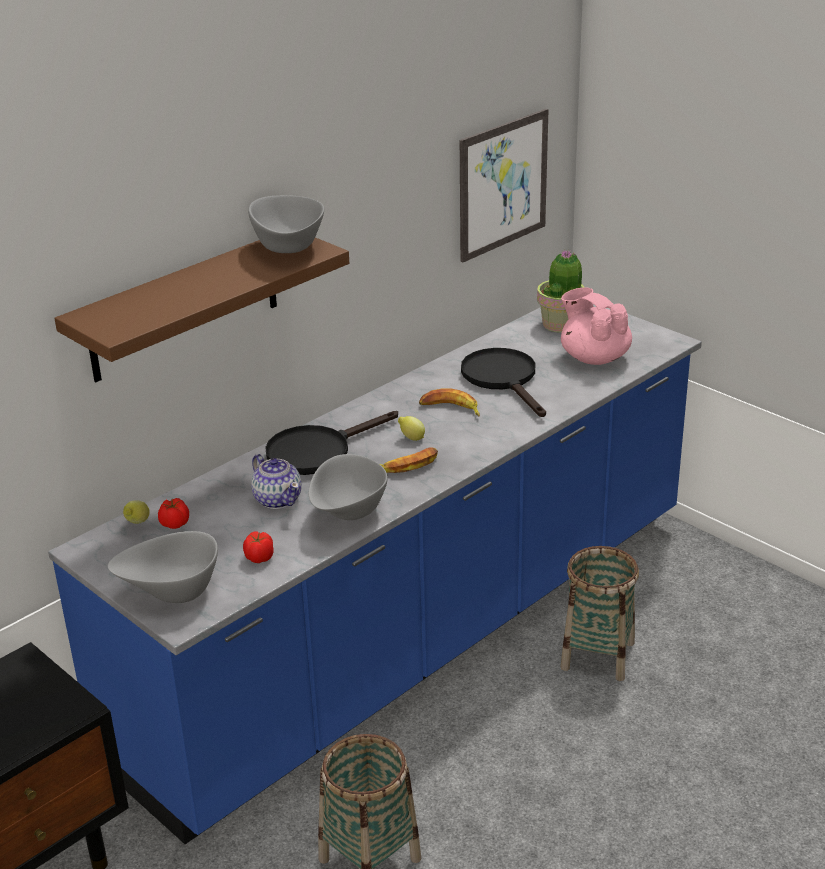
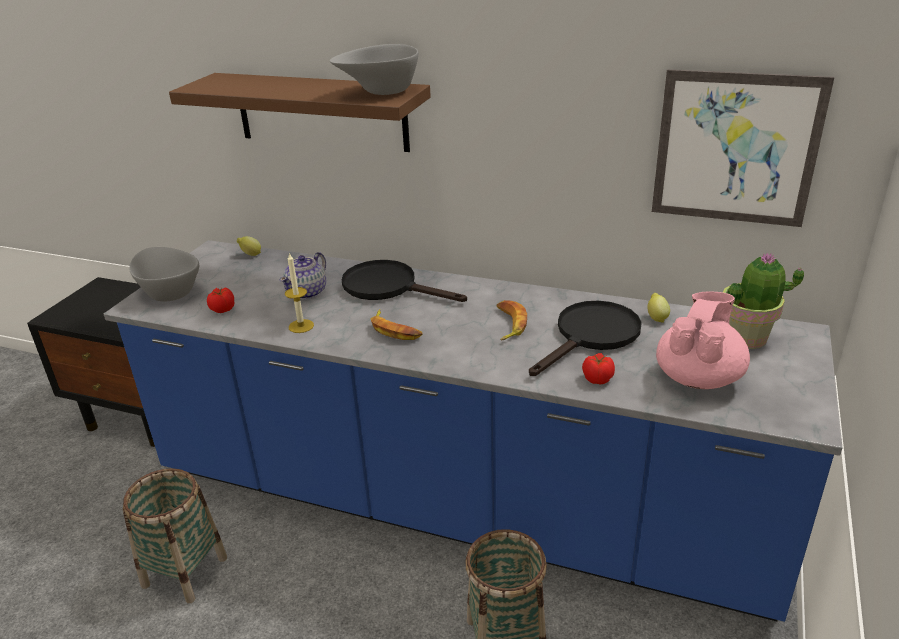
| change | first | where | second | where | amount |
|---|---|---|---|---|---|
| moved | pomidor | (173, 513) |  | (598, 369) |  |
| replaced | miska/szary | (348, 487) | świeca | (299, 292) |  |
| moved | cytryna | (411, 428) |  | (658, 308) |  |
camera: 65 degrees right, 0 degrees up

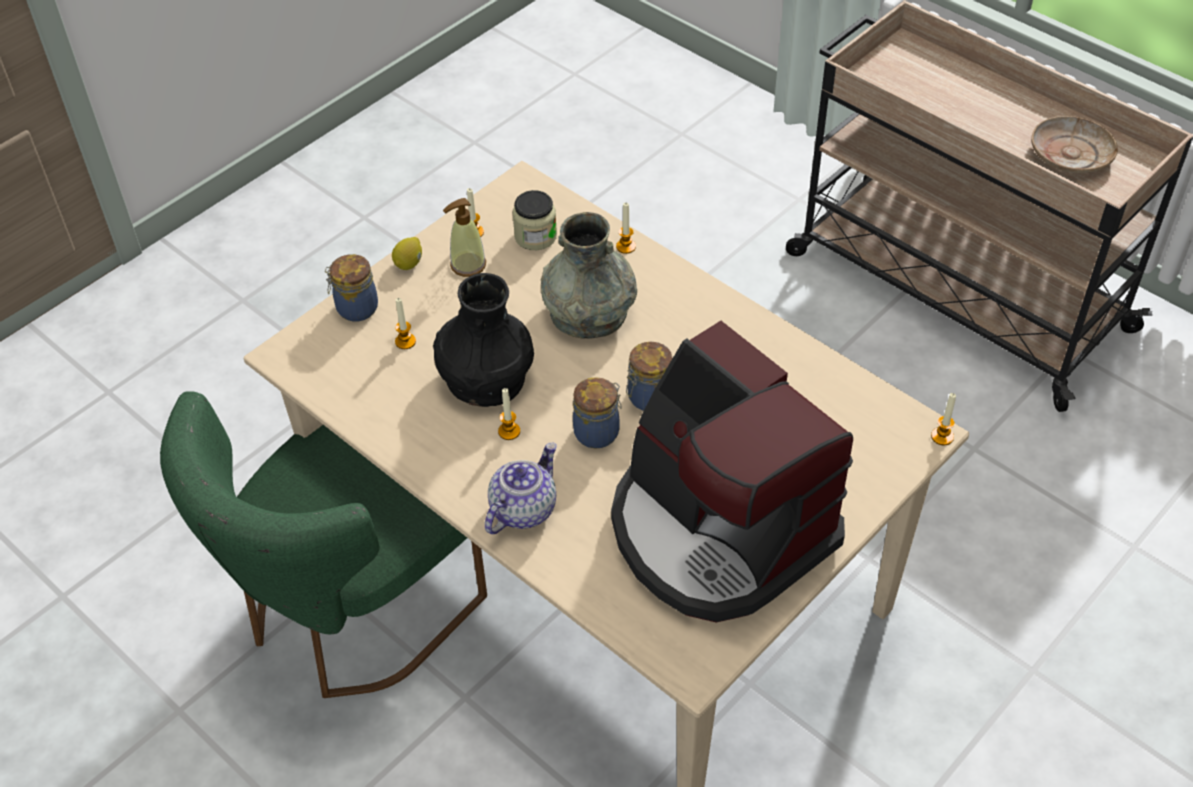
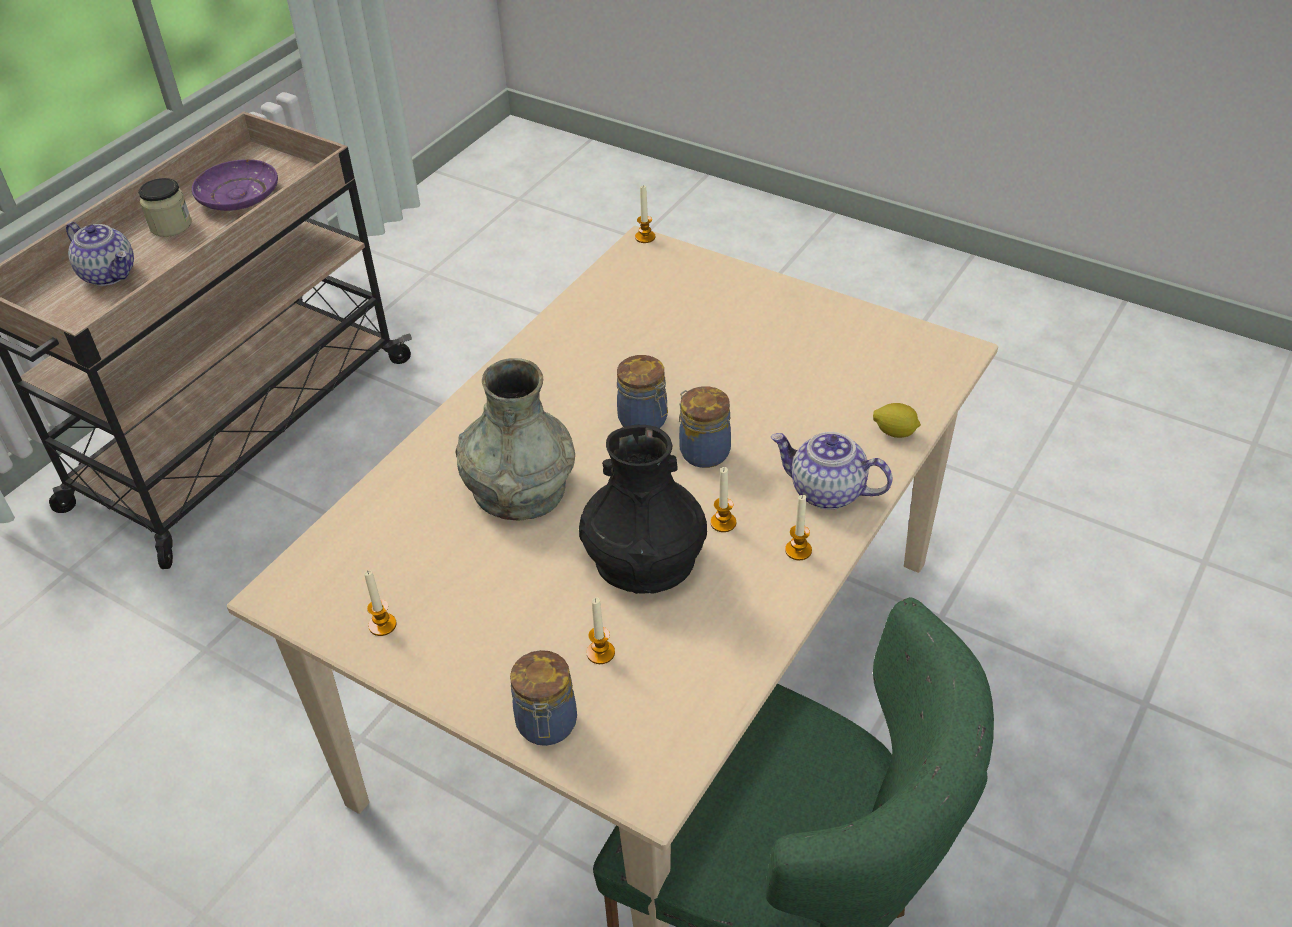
| change | first | where | second | where | amount |
|---|---|---|---|---|---|
| moved | cytryna | (407, 253) |  | (897, 420) |  |
| removed | dozownik mydła | (464, 237) |  |  |  |
| moved | słoik | (534, 220) |  | (165, 207) |  |
| removed | ekspres do kawy | (732, 472) |  |  |  |
| moved | świeca | (626, 228) |  | (798, 527) |  |
| recoloured | talerz/beżowy | (1074, 145) | talerz/fioletowy | (235, 185) |  |
| added |  |  | imbryk | (100, 254) |  |
camera: 100 degrees left, 5 degrees down

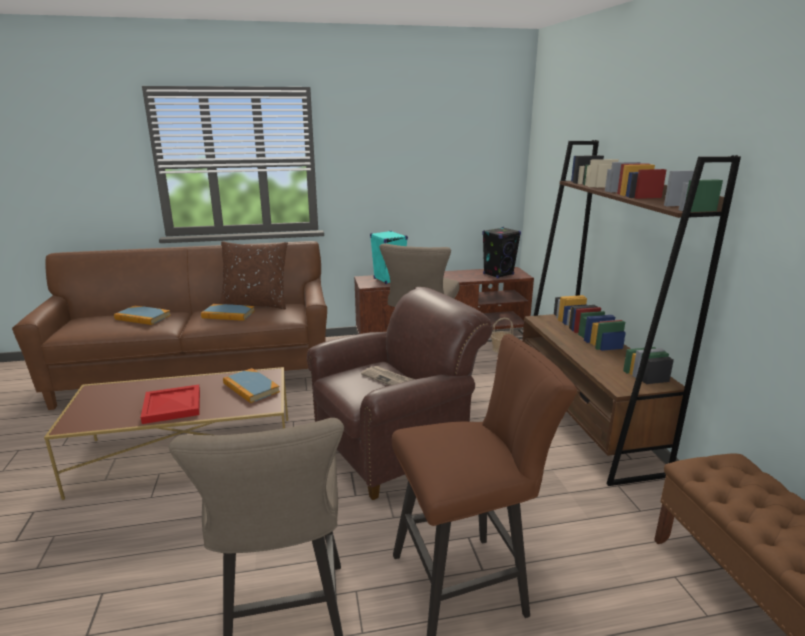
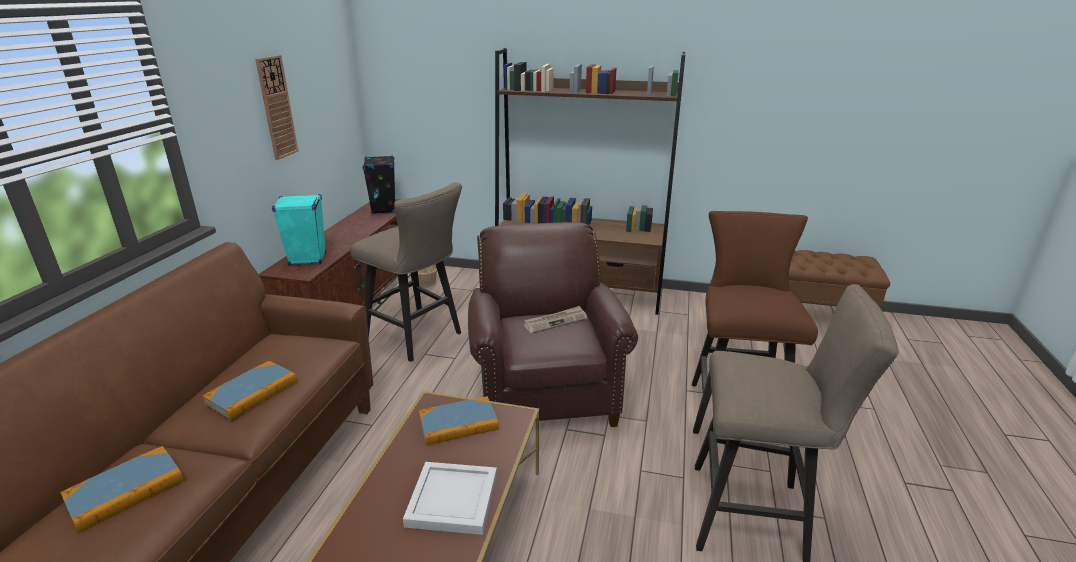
| change | first | where | second | where | amount |
|---|---|---|---|---|---|
| recoloured | taca/czerwony | (170, 404) | taca/biały | (450, 498) |  |
| removed | poduszka/brązowy | (253, 275) |  |  |  |
| added |  |  | zegar ścienny | (276, 107) |  |
camera: 65 degrees left, 5 degrees up

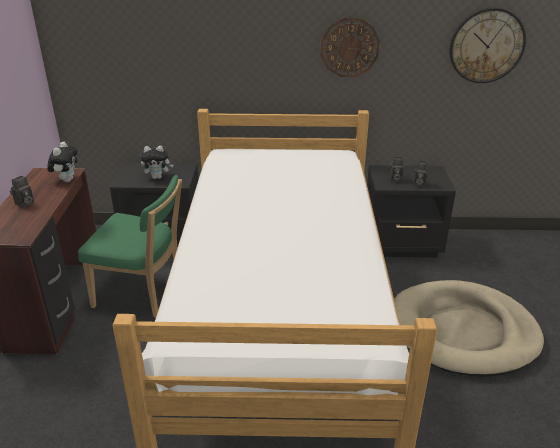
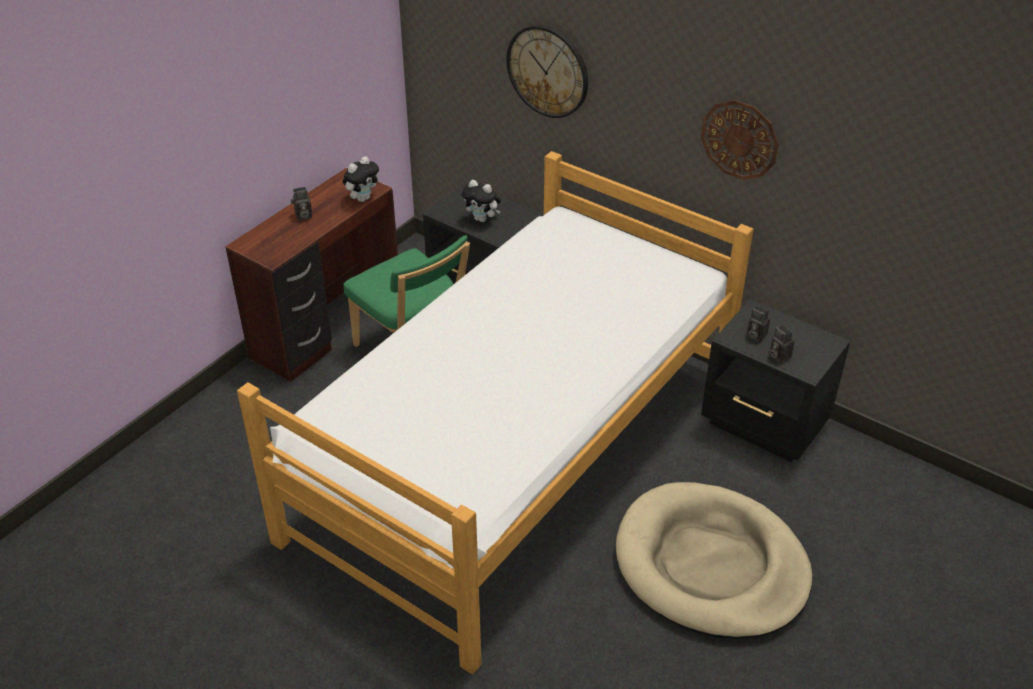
| change | first | where | second | where | amount |
|---|---|---|---|---|---|
| moved | zegar ścienny | (487, 45) |  | (547, 71) |  |
camera: 35 degrees right, 10 degrees up

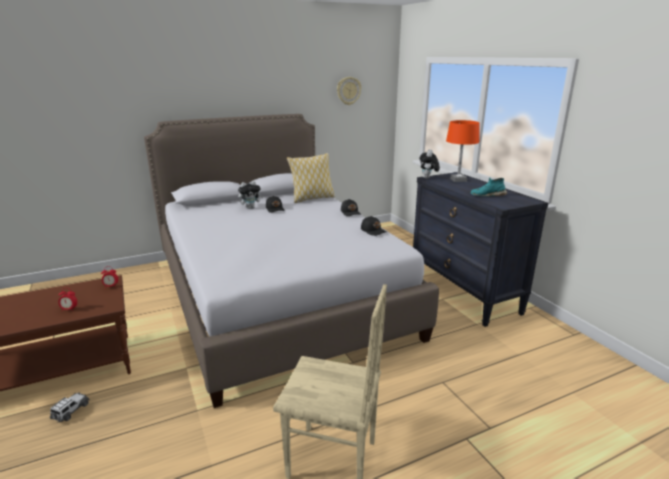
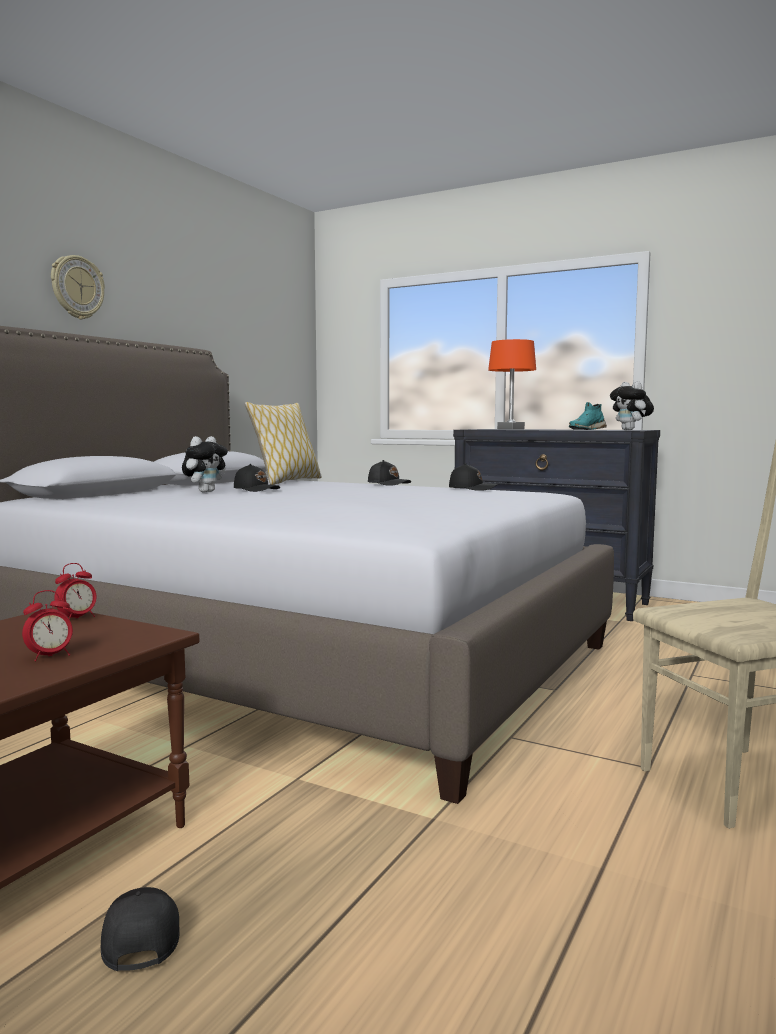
| change | first | where | second | where | amount |
|---|---|---|---|---|---|
| replaced | samochodzik | (70, 407) | czapka z daszkiem/czarny | (140, 929) |  |
| moved | zegar ścienny | (349, 91) |  | (78, 287) |  |
| moved | pluszak | (429, 164) |  | (632, 405) |  |
camera: 35 degrees left, 15 degrees down

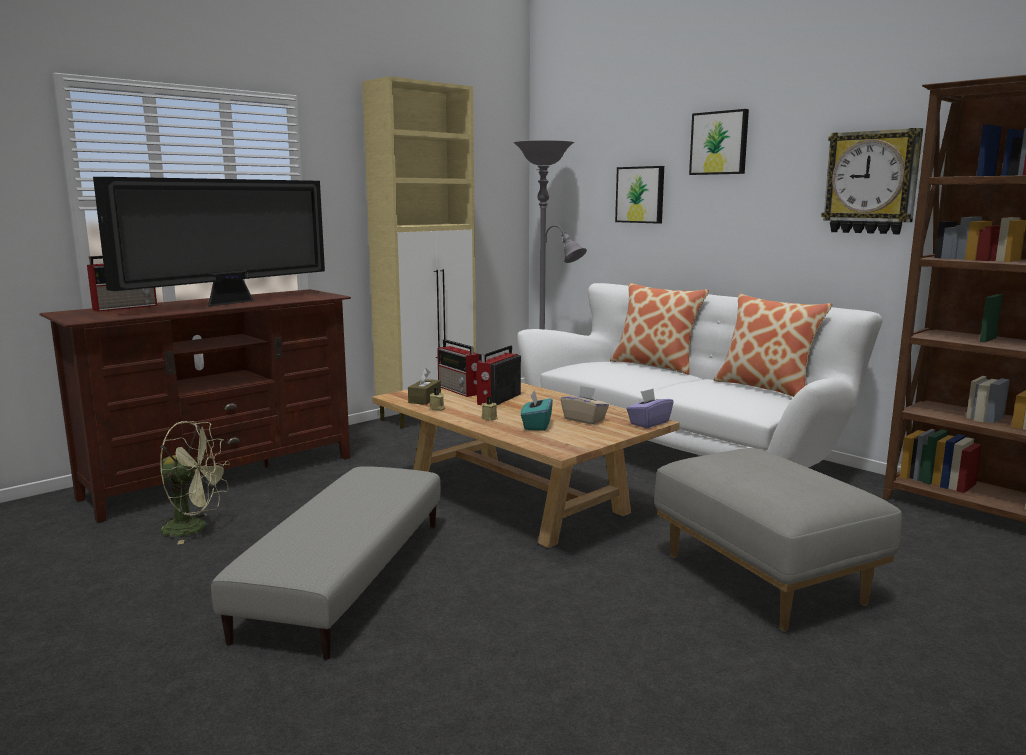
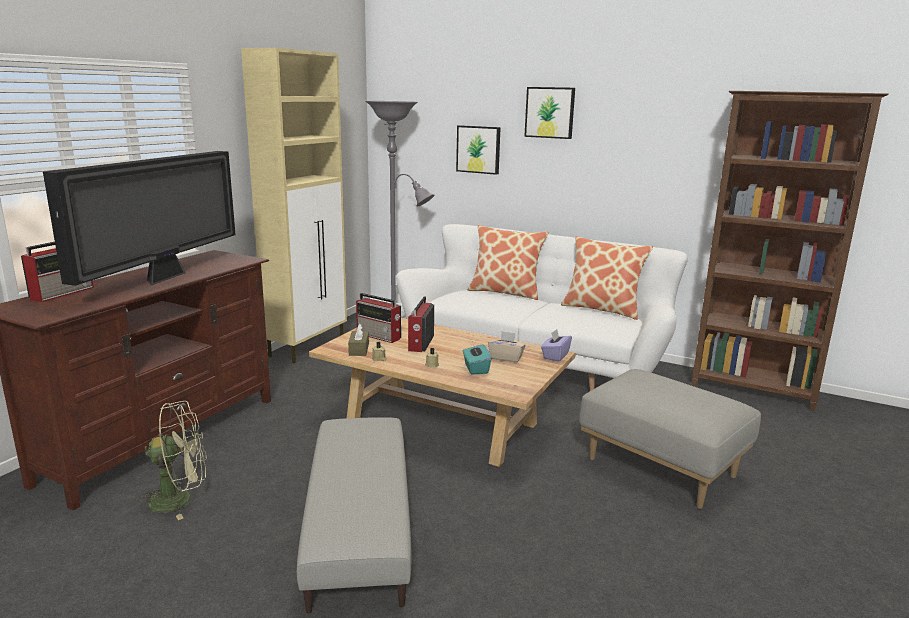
| change | first | where | second | where | amount |
|---|---|---|---|---|---|
| removed | zegar ścienny | (872, 181) |  |  |  |
camera: 20 degrees left, 5 degrees up

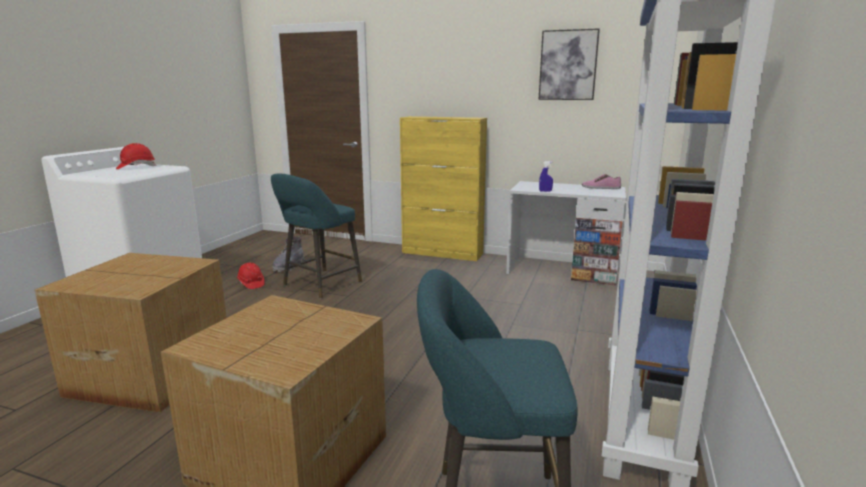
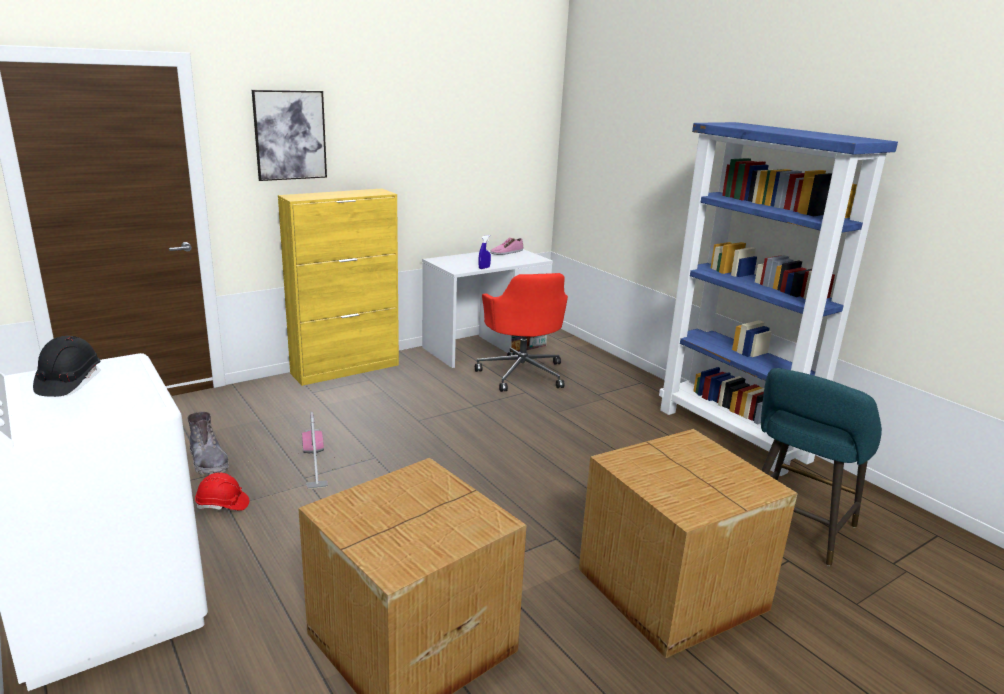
| change | first | where | second | where | amount |
|---|---|---|---|---|---|
| recoloured | kask/czerwony | (136, 156) | kask/czarny | (66, 366) |  |
| replaced | stołek/turkusowy | (316, 236) | odkurzacz | (315, 450) |  |
| moved | obraz | (569, 64) |  | (289, 135) |  |
| added |  |  | krzesło biurowe/czerwony | (521, 332) |  |
camera: 55 degrees left, 5 degrees up

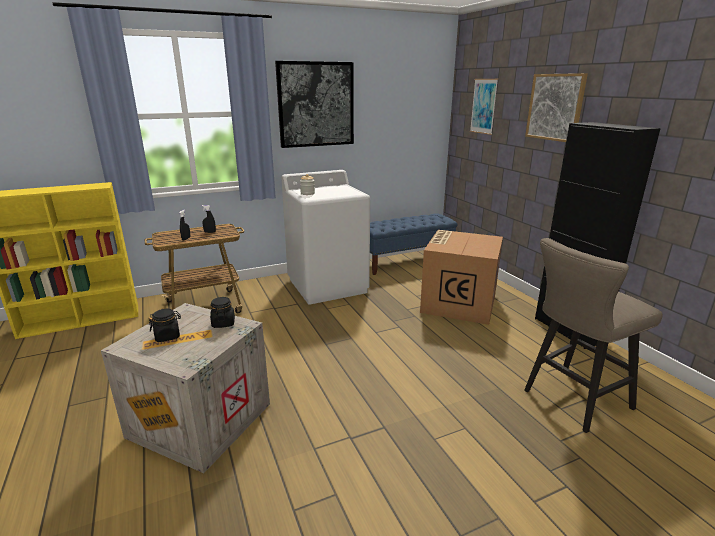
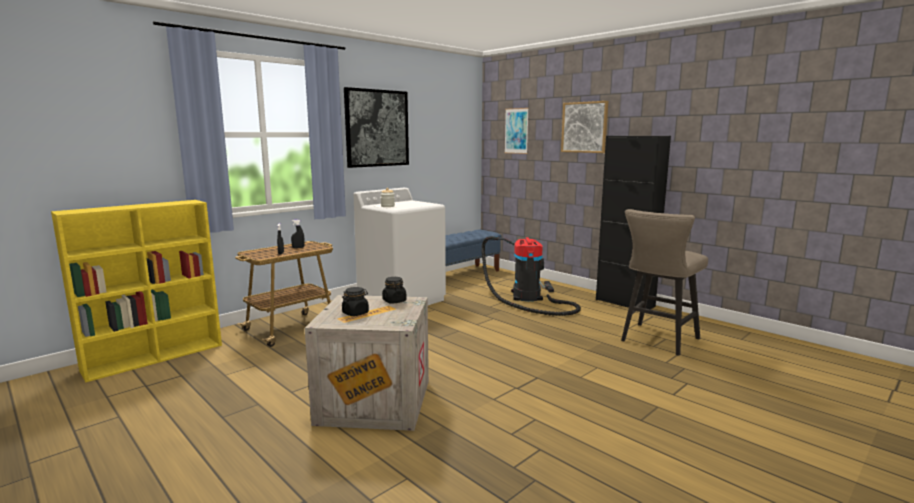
| change | first | where | second | where | amount |
|---|---|---|---|---|---|
| replaced | karton | (461, 277) | odkurzacz | (531, 276) |  |
camera: 20 degrees left, 10 degrees down

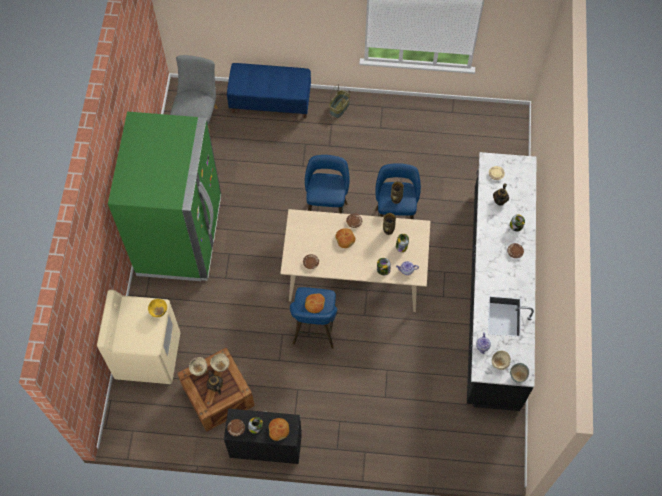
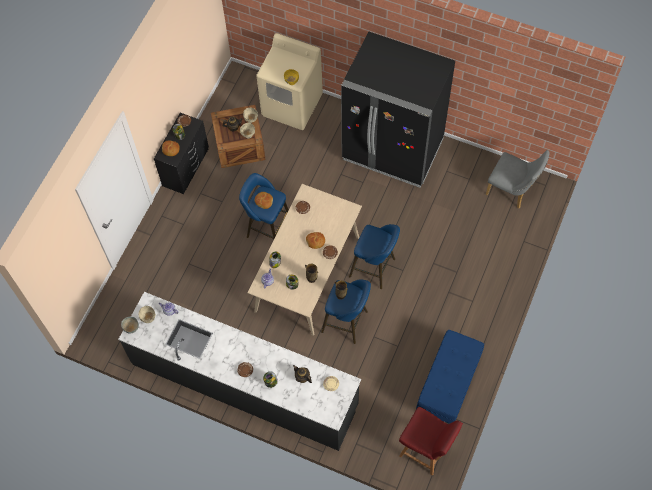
| change | first | where | second | where | amount |
|---|---|---|---|---|---|
| recoloured | lodówka/zielony | (164, 196) | lodówka/czarny | (398, 109) |  |
| moved | ławka/niebieski | (269, 91) |  | (450, 377) |  |
| removed | koszyk | (339, 101) |  |  |  |
| added |  |  | krzesło/czerwony | (431, 441) |  |
camera: 110 degrees right, 0 degrees up

